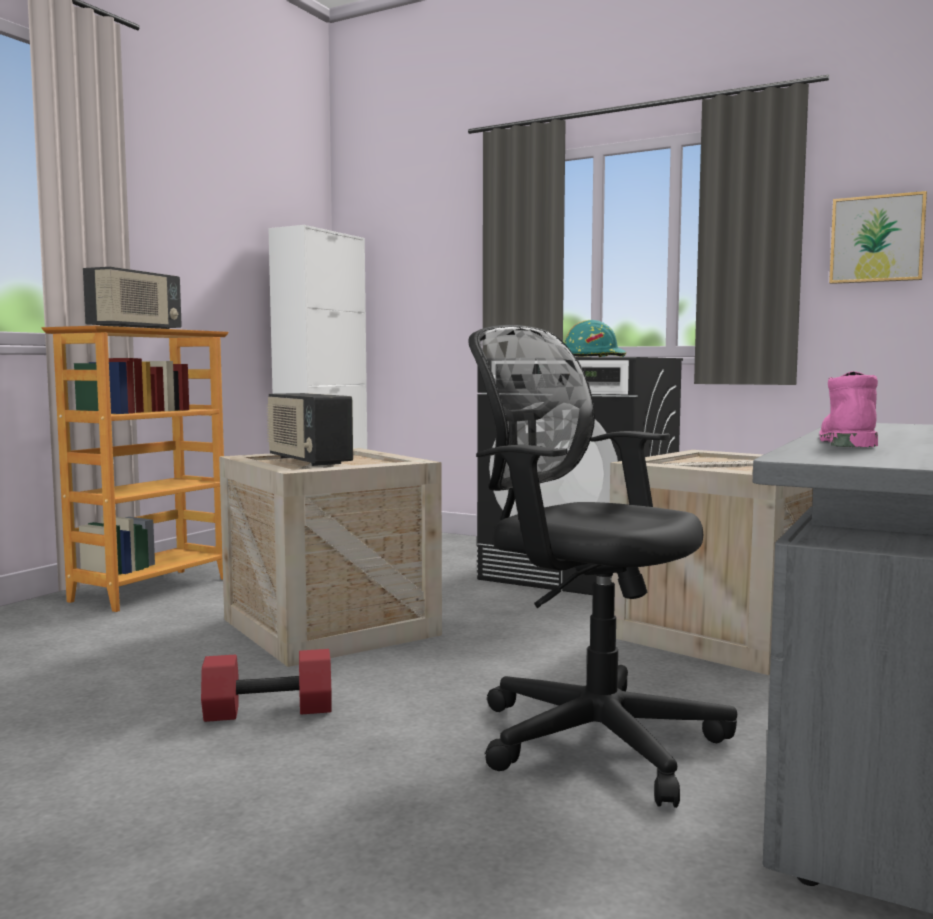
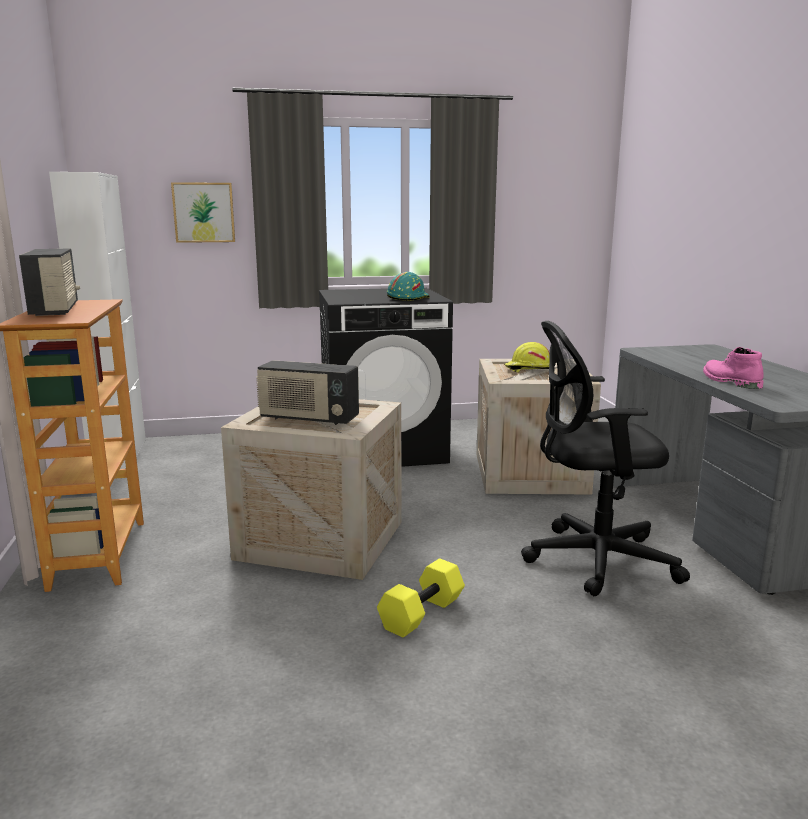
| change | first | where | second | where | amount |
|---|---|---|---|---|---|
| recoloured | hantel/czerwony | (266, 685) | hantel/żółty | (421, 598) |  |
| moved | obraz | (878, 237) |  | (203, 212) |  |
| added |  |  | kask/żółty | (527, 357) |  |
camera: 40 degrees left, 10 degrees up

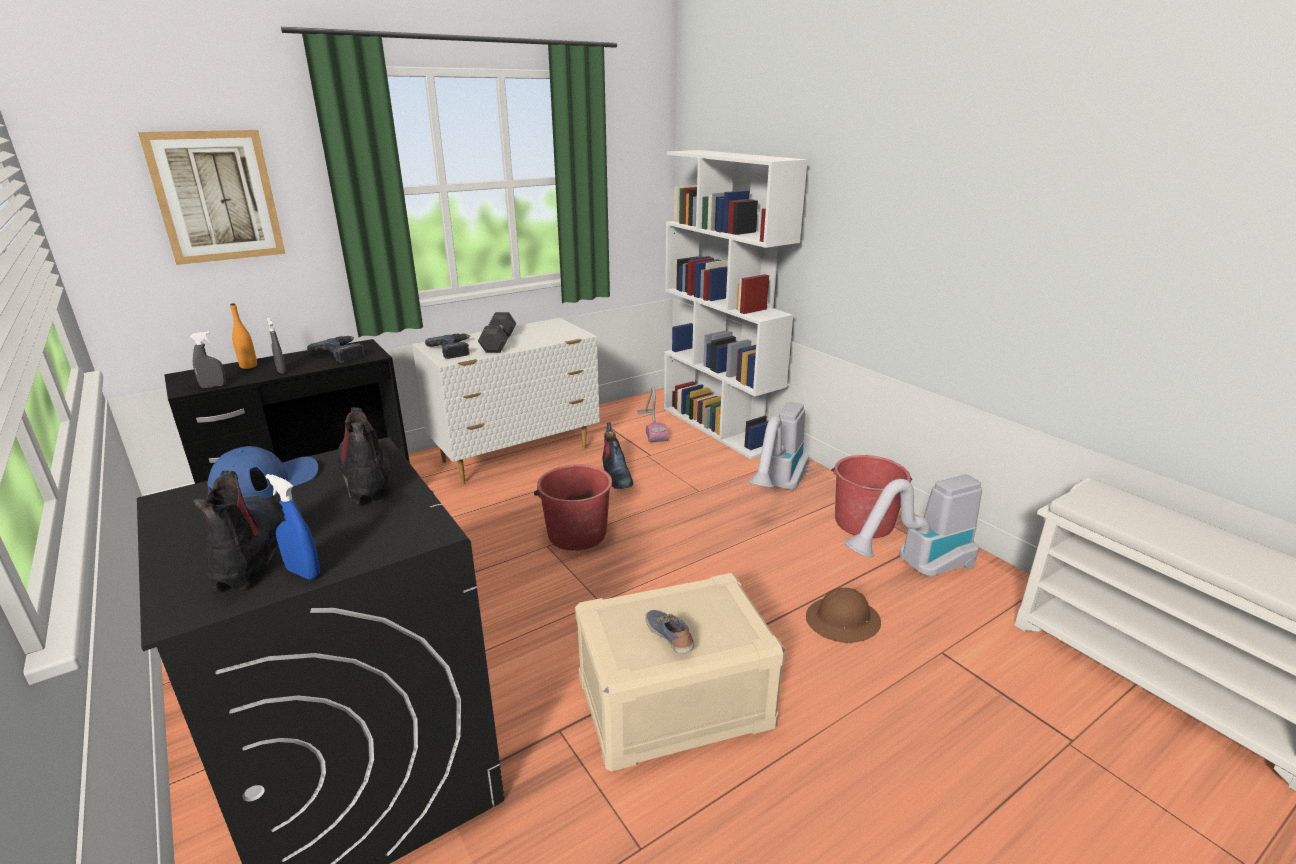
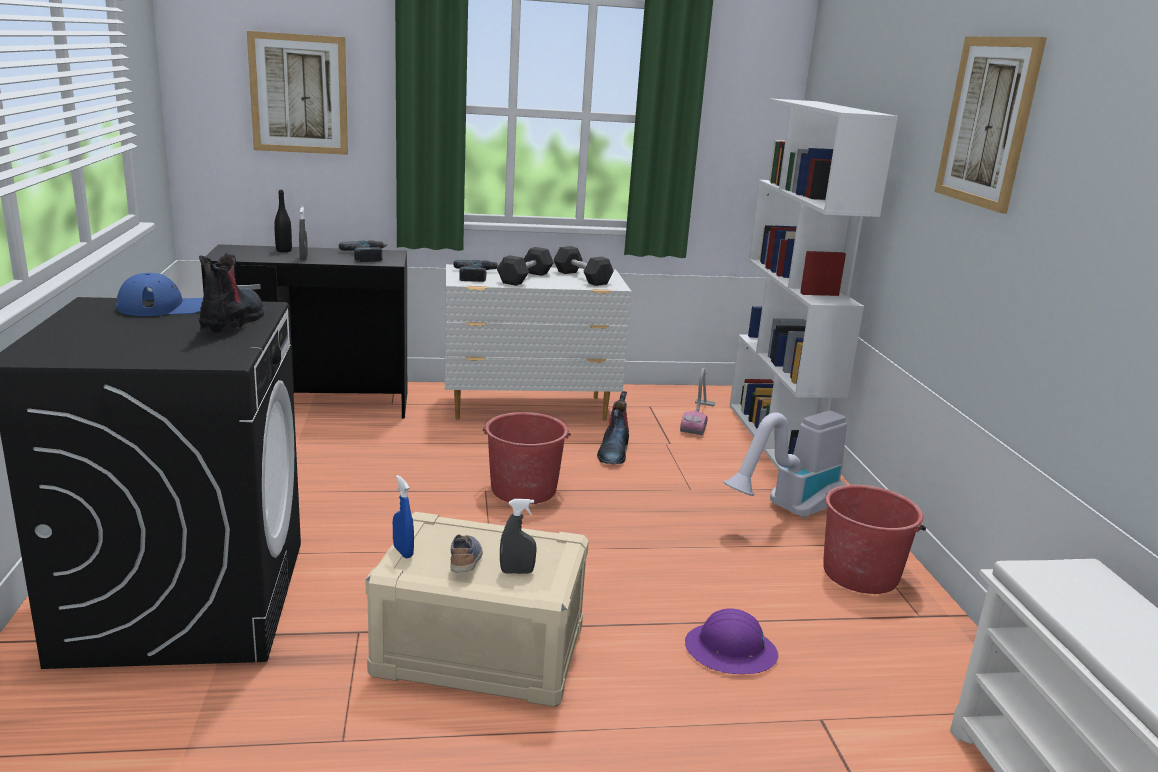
| change | first | where | second | where | amount |
|---|---|---|---|---|---|
| moved | spryskiwacz/szary | (208, 359) |  | (518, 536) |  |
| removed | but z cholewką | (239, 530) |  |  |  |
| recoloured | butelka/pomarańczowy | (243, 336) | butelka/czarny | (283, 220) |  |
| moved | spryskiwacz/niebieski | (293, 526) |  | (403, 516) |  |
| recoloured | kask/brązowy | (843, 615) | kask/fioletowy | (731, 641) |  |
| removed | odkurzacz | (913, 526) |  |  |  |
| added |  |  | hantel/czarny | (584, 266) |  |
| added |  |  | obraz | (991, 125) |  |
camera: 25 degrees right, 5 degrees down

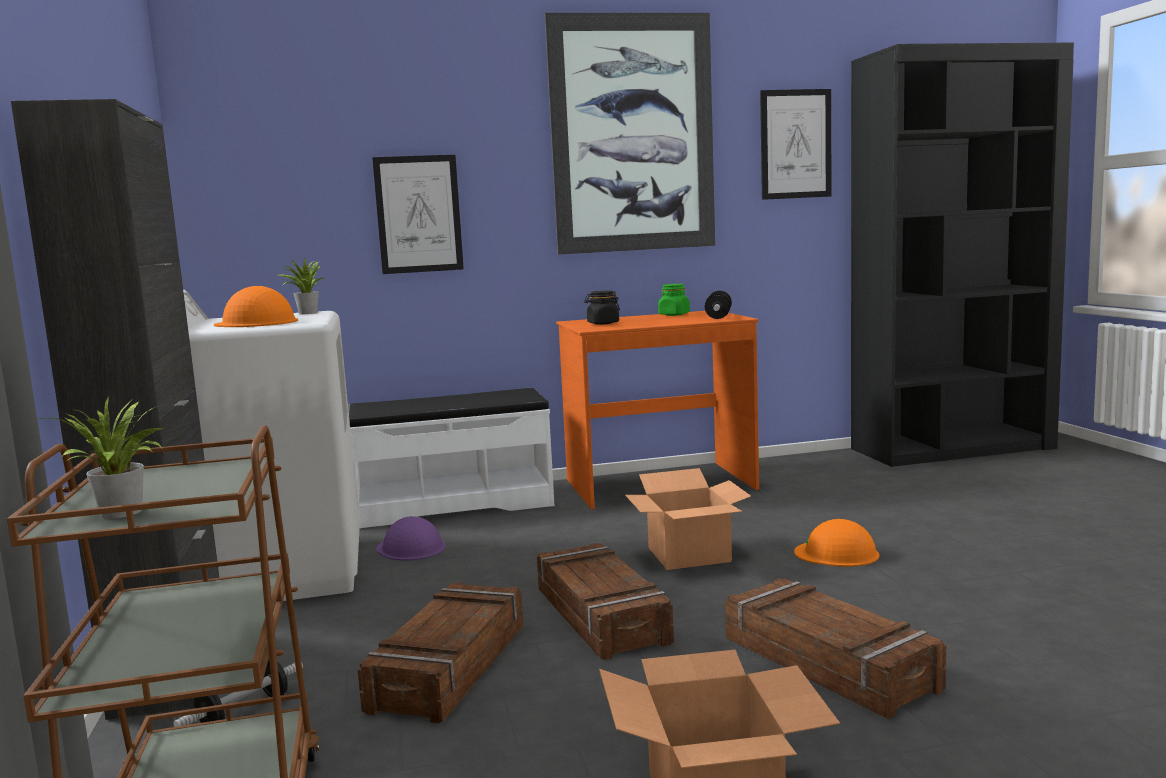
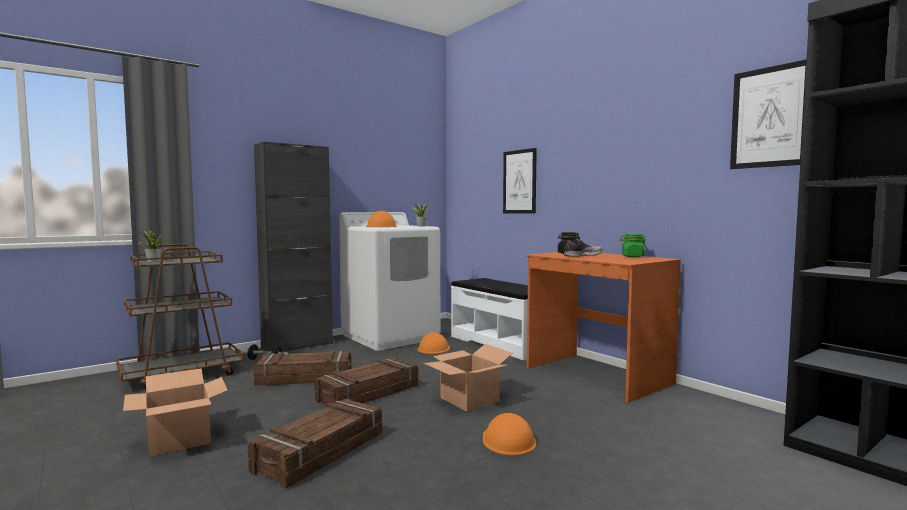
| change | first | where | second | where | amount |
|---|---|---|---|---|---|
| recoloured | kask/fioletowy | (411, 538) | kask/pomarańczowy | (433, 343) |  |
| removed | obraz | (630, 134) |  |  |  |
| removed | hantel | (718, 305) |  |  |  |
| added |  |  | but | (583, 247) |  |
camera: 65 degrees right, 5 degrees down

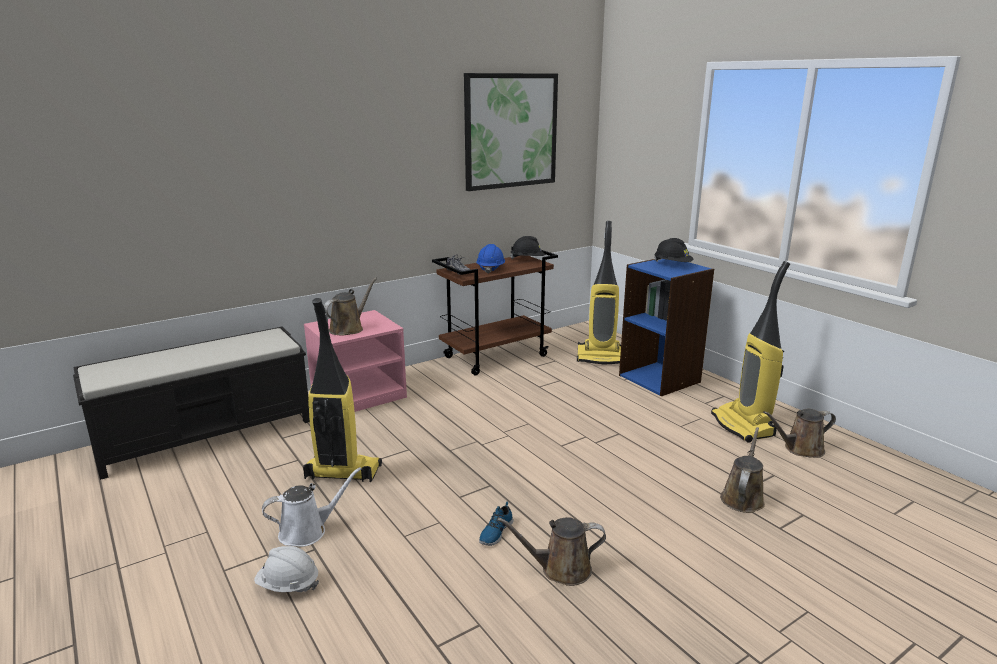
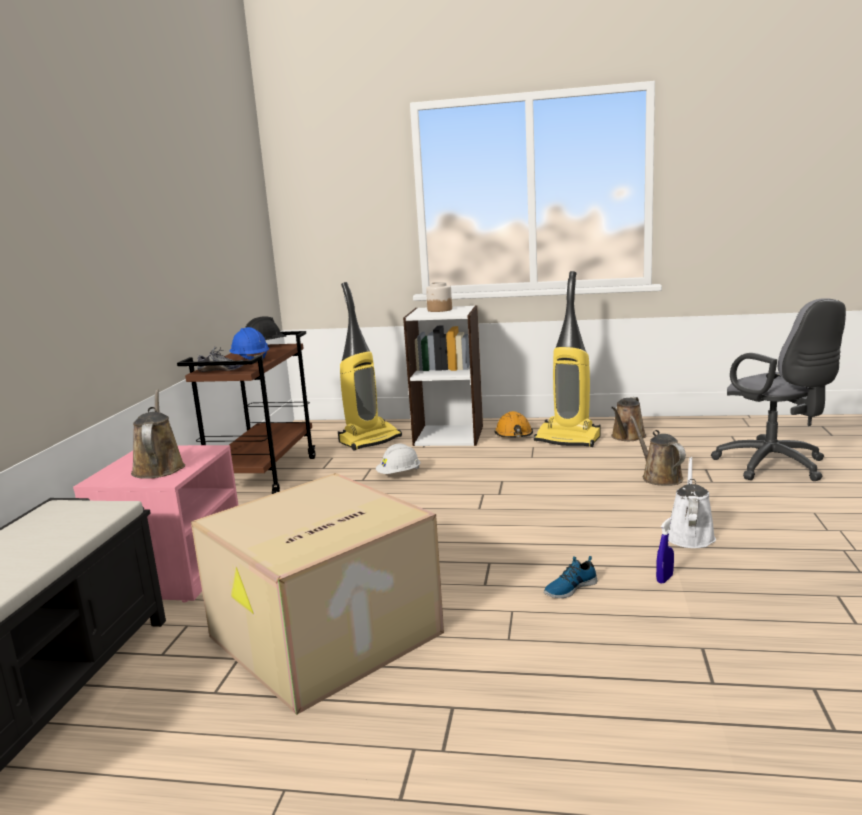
| change | first | where | second | where | amount |
|---|---|---|---|---|---|
| moved | kask/biały | (286, 569) |  | (398, 458) |  |
| moved | konewka/biały | (311, 507) |  | (692, 502) |  |
| replaced | odkurzacz | (342, 390) | karton | (317, 594) |  |
| removed | obraz | (511, 132) |  |  |  |
| turned | but | (496, 524) |  | (570, 577) | 75 degrees clockwise |
| replaced | konewka/brązowy | (551, 551) | spryskiwacz/niebieski | (665, 550) |  |
| recoloured | regał/niebieski | (666, 327) | regał/biały | (443, 375) |  |
| replaced | kask/czarny | (674, 250) | słoik | (439, 297) |  |
| added |  |  | kask/pomarańczowy | (514, 424) |  |
| added |  |  | krzesło biurowe/szary | (778, 389) |  |
camera: 45 degrees left, 5 degrees down

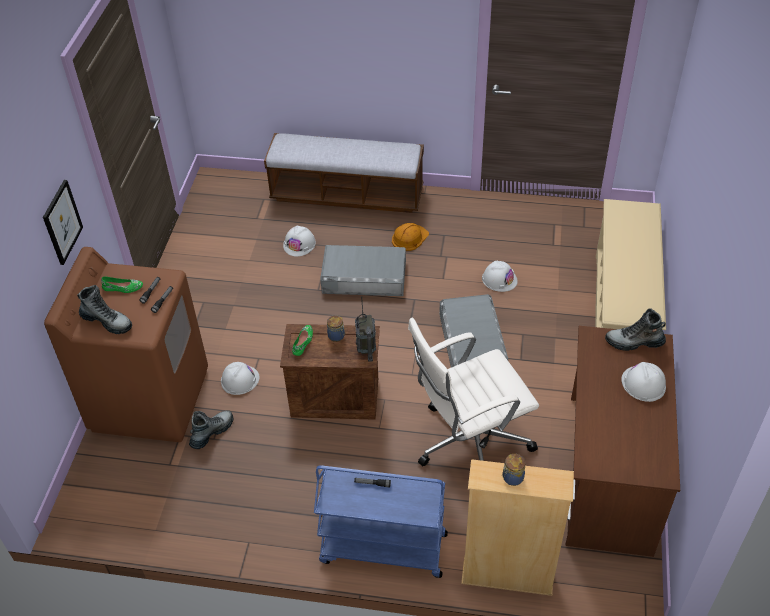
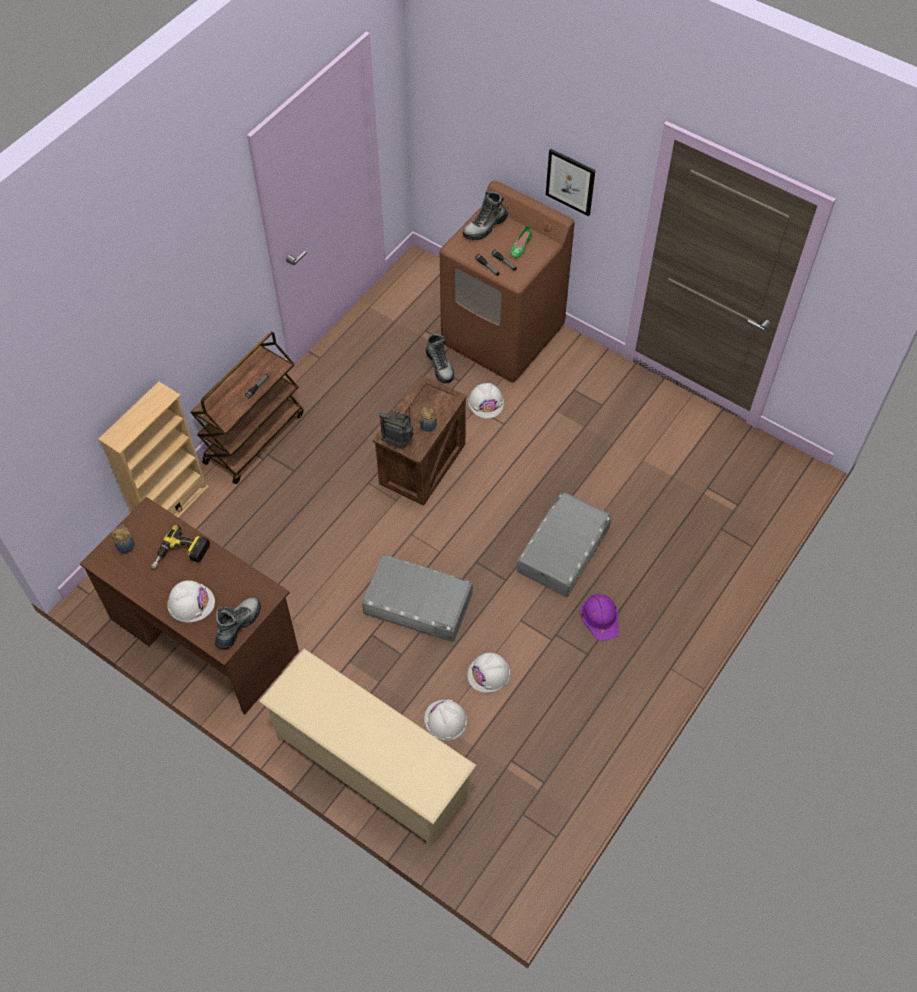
| change | first | where | second | where | amount |
|---|---|---|---|---|---|
| removed | ławka | (344, 173) |  |  |  |
| moved | kask/biały | (299, 241) |  | (445, 720) |  |
| removed | but/zielony | (302, 340) |  |  |  |
| recoloured | wózek/niebieski | (381, 521) | wózek/brązowy | (247, 408) |  |
| recoloured | kask/pomarańczowy | (410, 237) | kask/fioletowy | (599, 617) |  |
| removed | krzesło biurowe/biały | (473, 392) |  |  |  |
| moved | słoik | (513, 470) |  | (123, 539) |  |
| added |  |  | wiertarka | (180, 547) |  |
camera: 115 degrees right, 10 degrees up

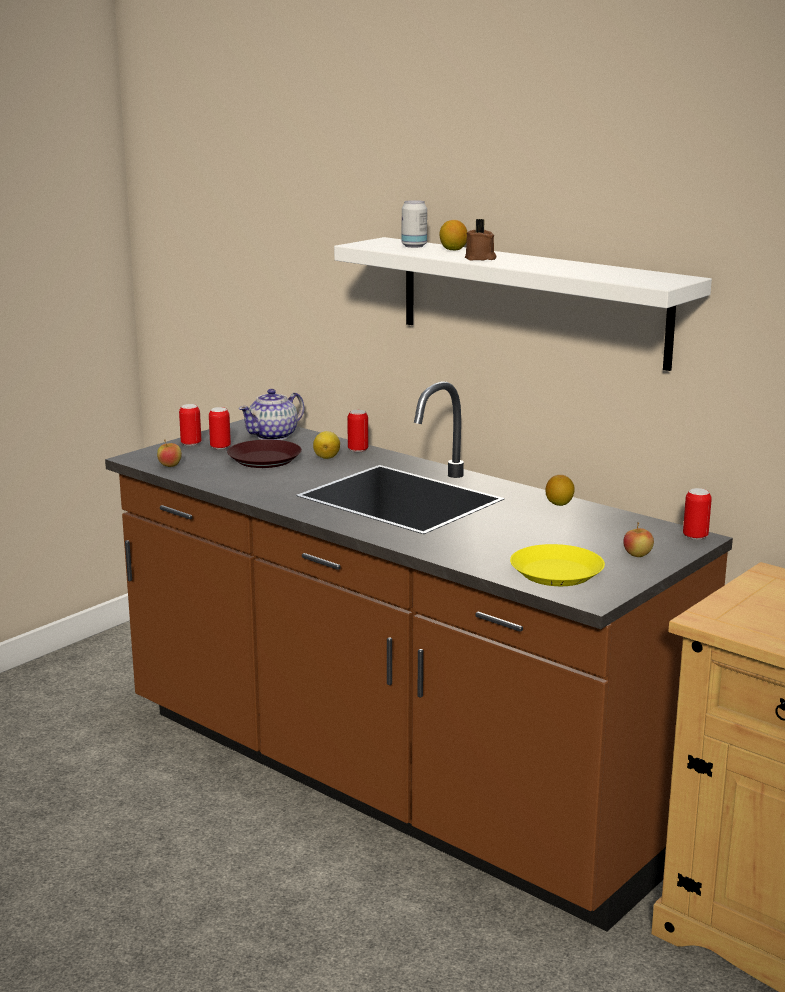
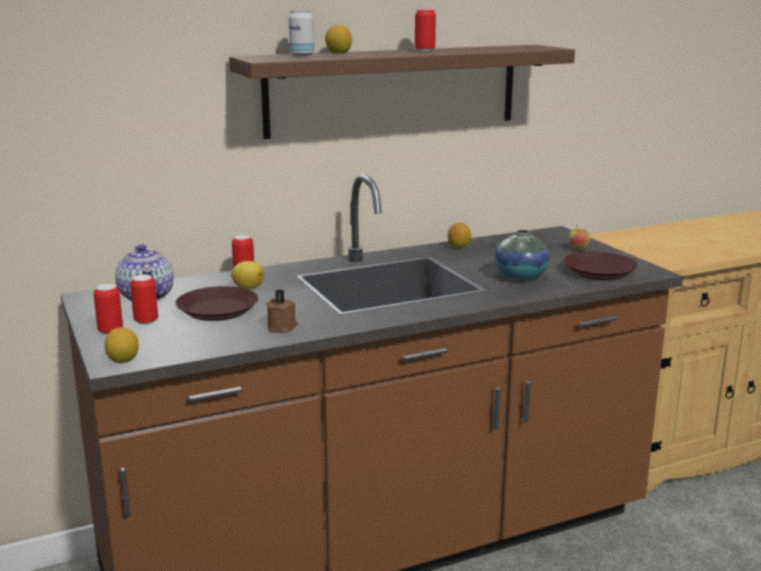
| change | first | where | second | where | amount |
|---|---|---|---|---|---|
| removed | jabłko | (169, 453) |  |  |  |
| recoloured | półka/biały | (523, 304) | półka/brązowy | (402, 92) |  |
| moved | świeca/brązowy | (480, 240) |  | (282, 311) |  |
| recoloured | talerz/żółty | (557, 565) | talerz/brązowy | (600, 266) |  |
| moved | puszka | (697, 514) |  | (425, 30) |  |
| added |  |  | cytryna | (121, 345) |  |
| added |  |  | wazon | (522, 255) |  |
camera: 65 degrees left, 0 degrees up

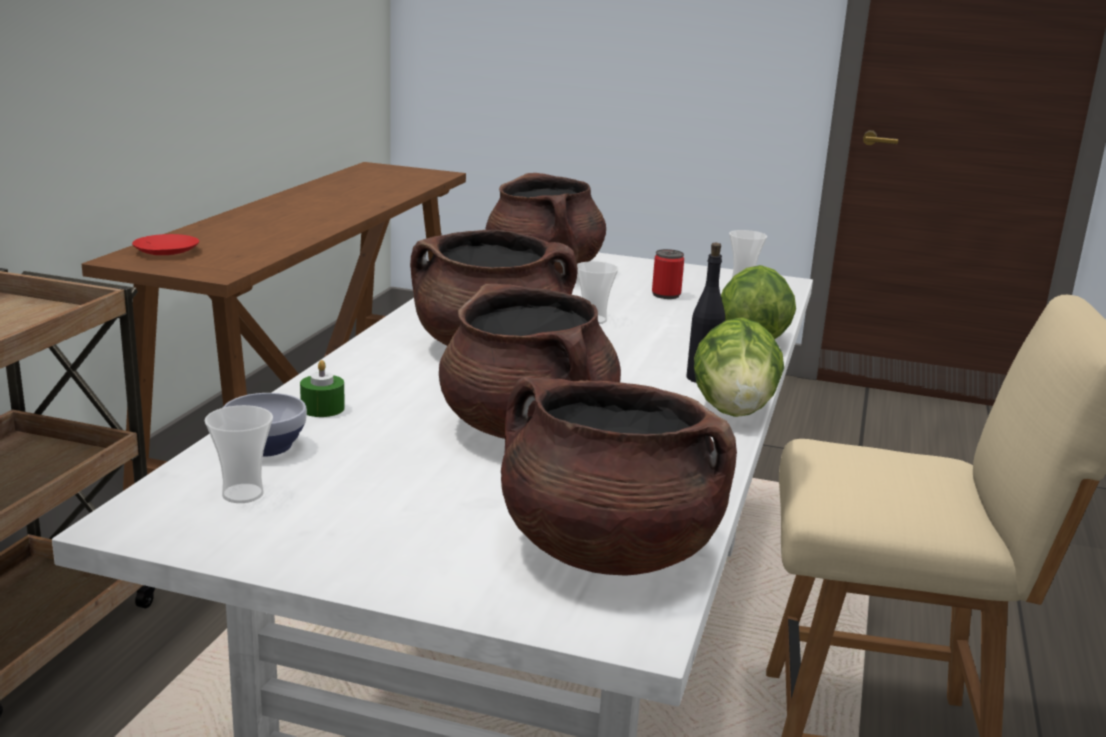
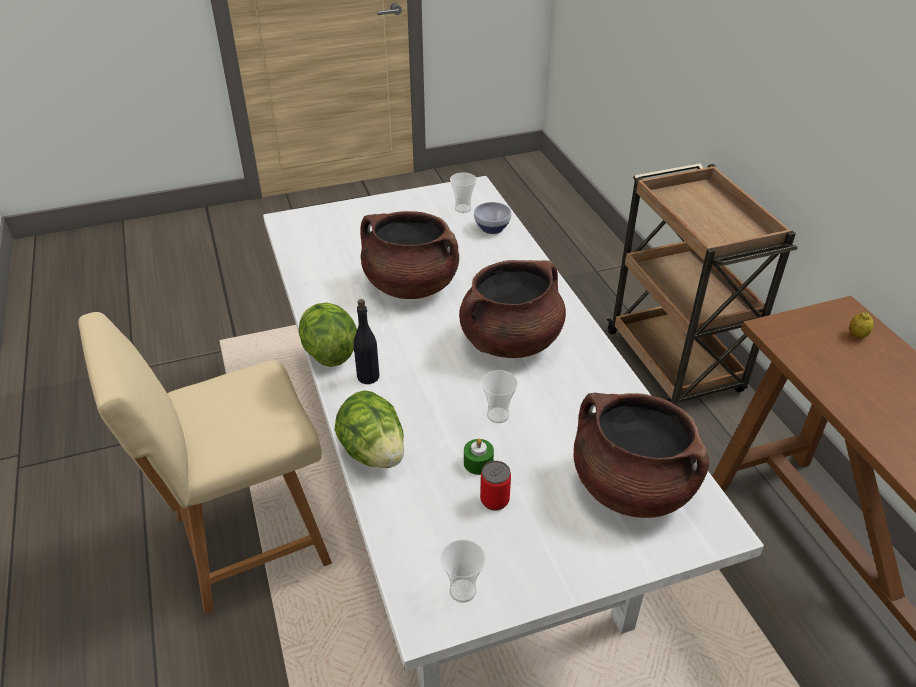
| change | first | where | second | where | amount |
|---|---|---|---|---|---|
| replaced | talerz/czerwony | (165, 244) | cytryna | (861, 325) |  |
| moved | świeca/zielony | (322, 388) |  | (479, 456) |  |
| removed | garnek/brązowy | (619, 476) |  |  |  |
camera: 145 degrees right, 20 degrees up

